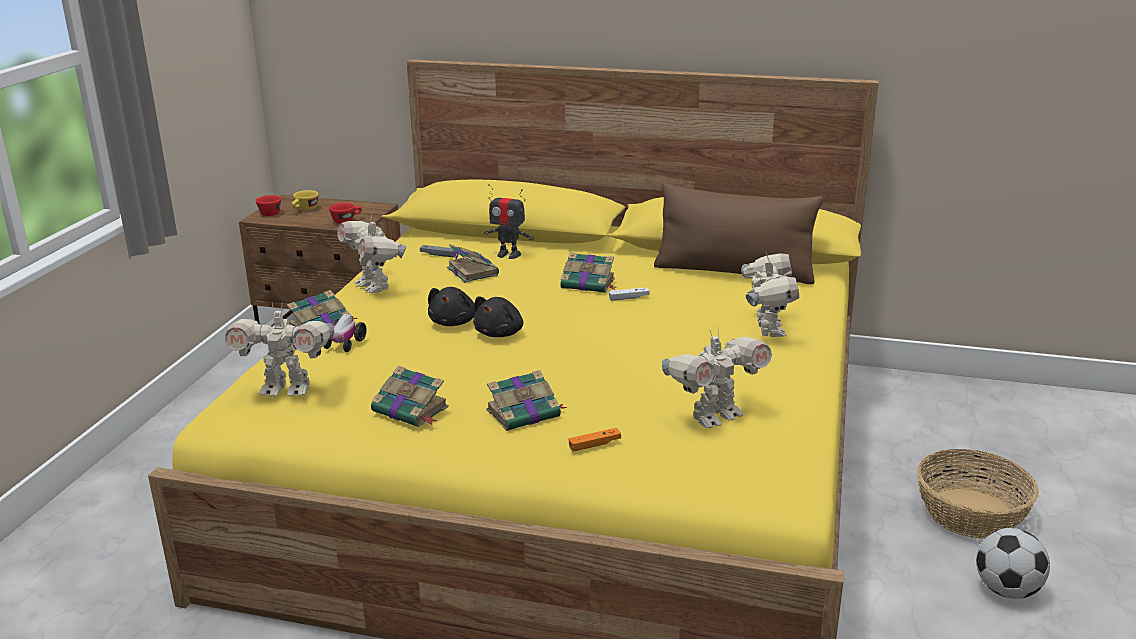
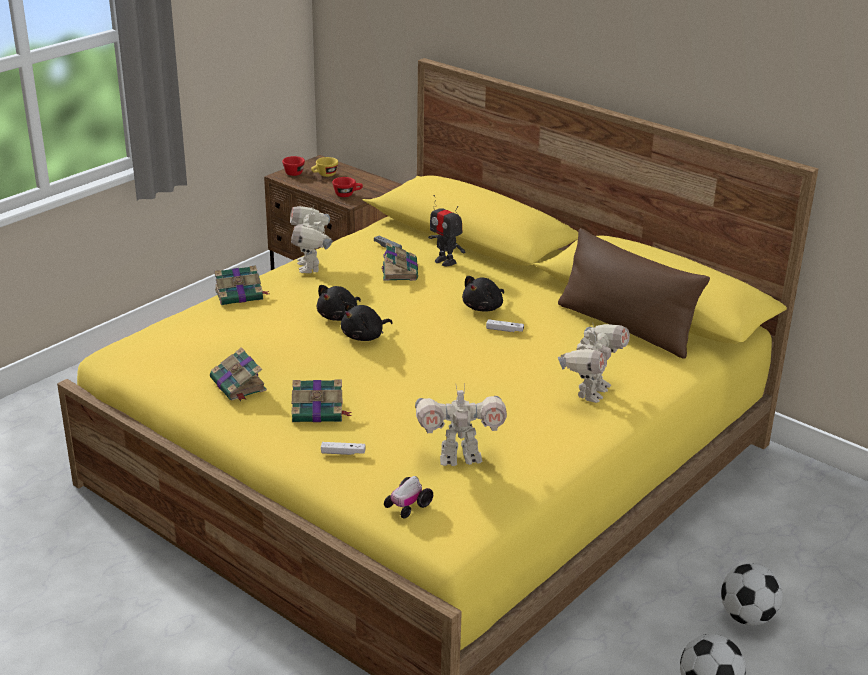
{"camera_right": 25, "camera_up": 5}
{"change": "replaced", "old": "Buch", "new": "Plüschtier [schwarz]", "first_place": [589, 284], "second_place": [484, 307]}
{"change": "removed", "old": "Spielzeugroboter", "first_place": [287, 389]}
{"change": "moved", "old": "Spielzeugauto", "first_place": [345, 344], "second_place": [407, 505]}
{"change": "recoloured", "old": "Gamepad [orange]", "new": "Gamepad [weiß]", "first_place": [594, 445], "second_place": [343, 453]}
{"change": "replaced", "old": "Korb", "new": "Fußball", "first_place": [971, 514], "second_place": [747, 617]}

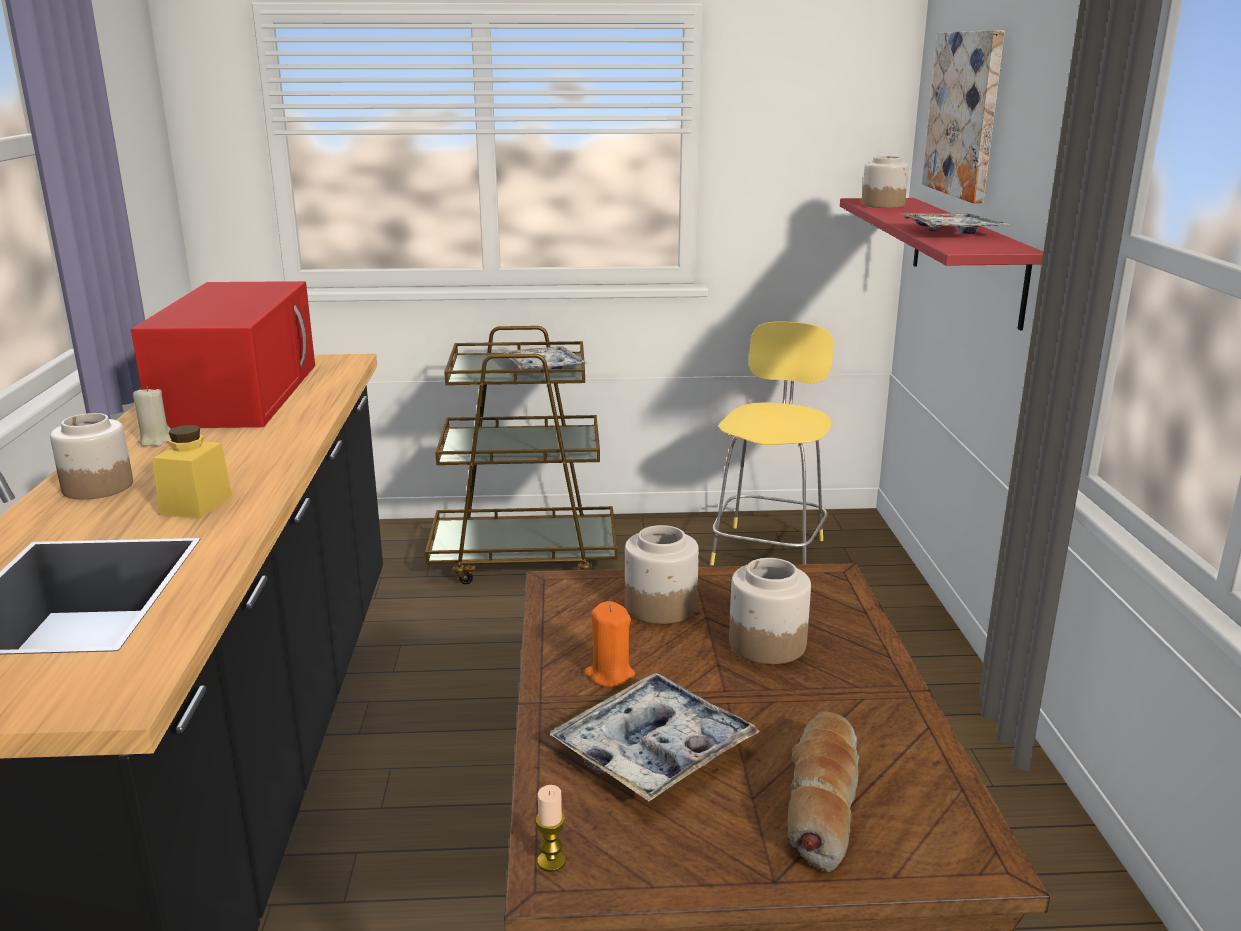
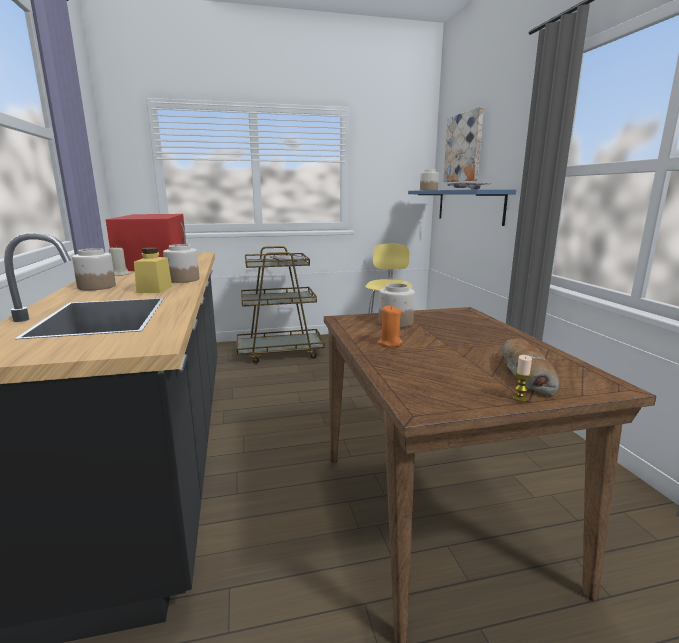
{"camera_right": -10, "camera_up": -5}
{"change": "recoloured", "old": "Wandregal [rot]", "new": "Wandregal [blau]", "first_place": [966, 257], "second_place": [469, 206]}
{"change": "moved", "old": "Vorratsglas", "first_place": [766, 643], "second_place": [182, 279]}
{"change": "removed", "old": "Tablett", "first_place": [653, 750]}
{"change": "moved", "old": "Kerze", "first_place": [551, 861], "second_place": [520, 398]}

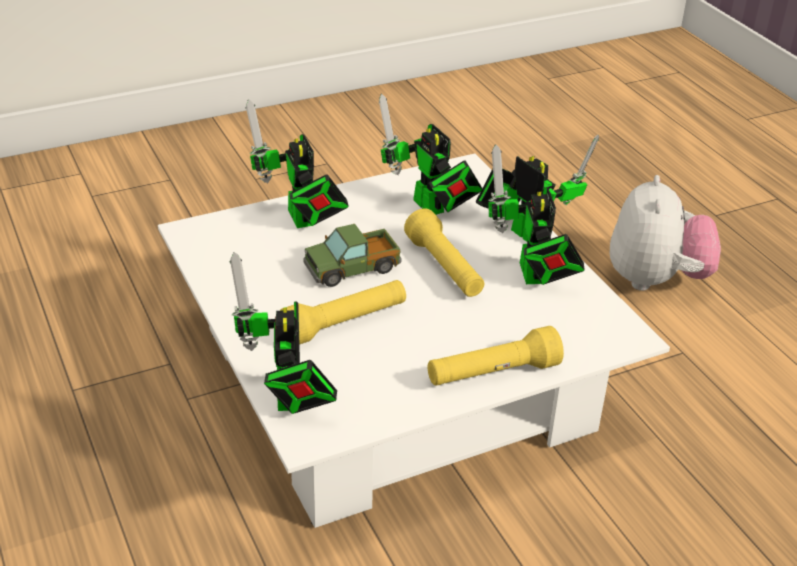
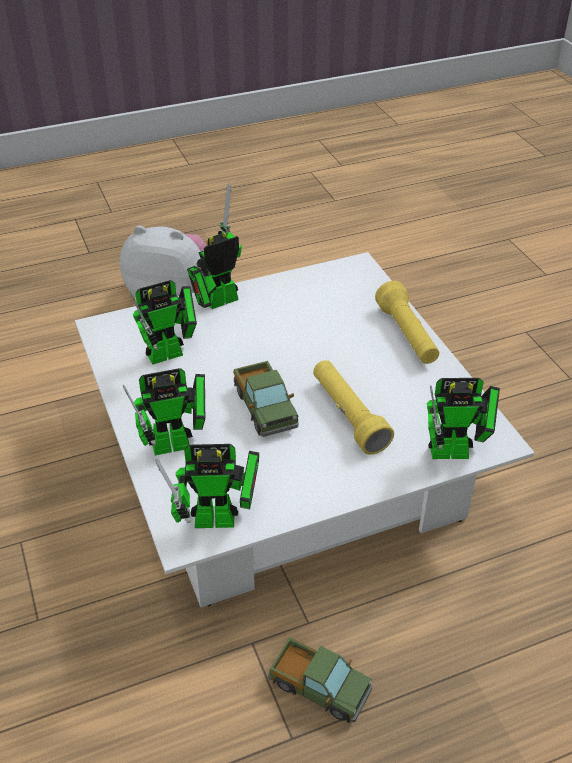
{"camera_right": -85, "camera_up": 5}
{"change": "moved", "old": "Spielzeugroboter", "first_place": [532, 277], "second_place": [222, 520]}
{"change": "removed", "old": "Taschenlampe [gelb]", "first_place": [445, 268]}
{"change": "added", "new": "Spielzeuglaster", "second_place": [319, 687]}

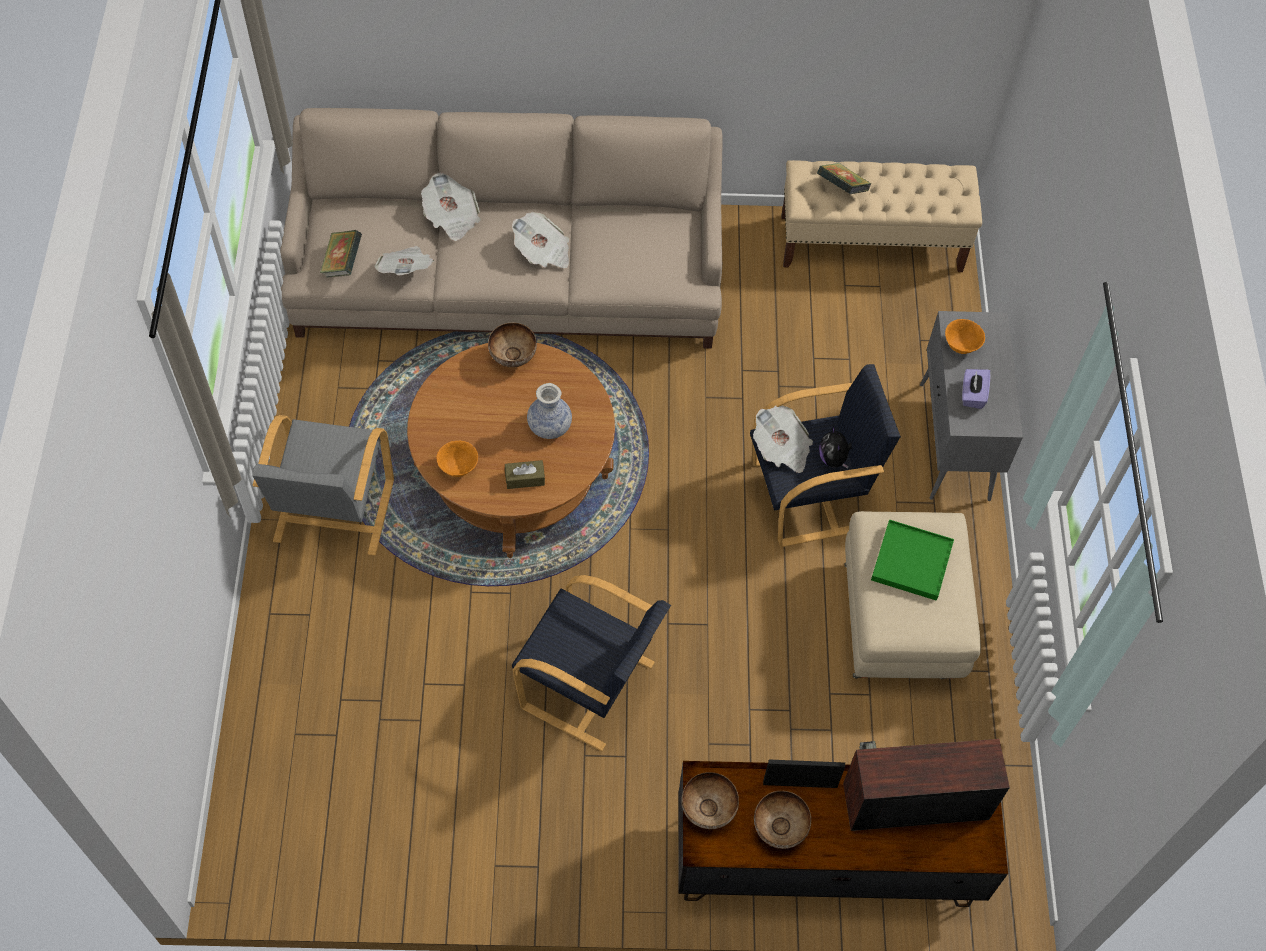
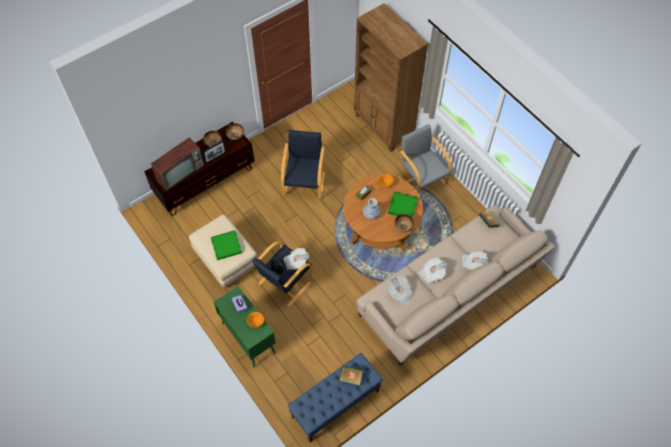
{"camera_right": 145, "camera_up": 0}
{"change": "recoloured", "old": "Bank [beige]", "new": "Bank [blau]", "first_place": [871, 243], "second_place": [335, 404]}
{"change": "moved", "old": "Zeitung", "first_place": [406, 270], "second_place": [400, 293]}
{"change": "recoloured", "old": "Schrank [grau]", "new": "Schrank [grün]", "first_place": [954, 443], "second_place": [248, 337]}
{"change": "turned", "old": "Sessel [schwarz]", "first_place": [590, 687], "second_place": [304, 183], "degrees": 105}
{"change": "added", "new": "Bücherregal [braun]", "second_place": [383, 127]}
{"change": "added", "new": "Tablett [grün]", "second_place": [402, 206]}

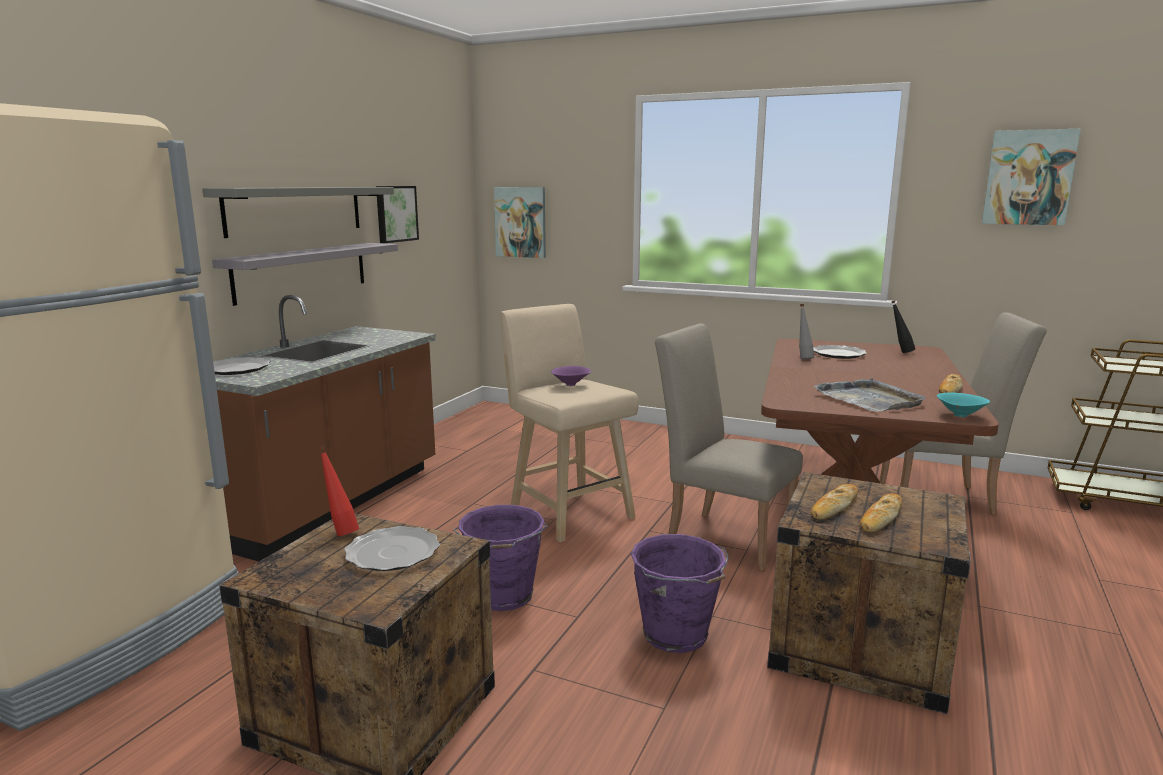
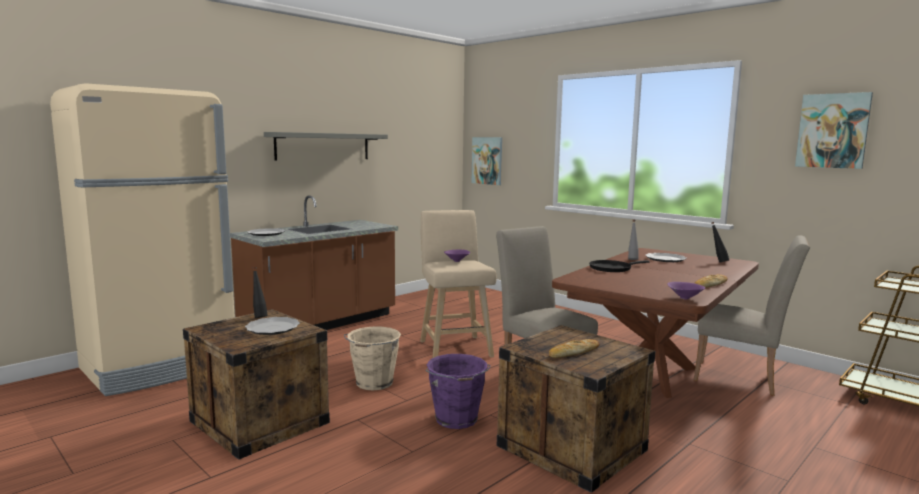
{"camera_right": 20, "camera_up": -5}
{"change": "removed", "old": "Bild", "first_place": [395, 213]}
{"change": "removed", "old": "Wandregal [grau]", "first_place": [302, 271]}
{"change": "removed", "old": "Tablett [grau]", "first_place": [869, 399]}
{"change": "recoloured", "old": "Schüssel [türkis]", "new": "Schüssel [lila]", "first_place": [960, 416], "second_place": [684, 298]}
{"change": "recoloured", "old": "Flasche [rot]", "new": "Flasche [schwarz]", "first_place": [340, 532], "second_place": [259, 317]}
{"change": "removed", "old": "Brot", "first_place": [834, 506]}
{"change": "recoloured", "old": "Eimer [lila]", "new": "Eimer [beige]", "first_place": [503, 597], "second_place": [373, 383]}
{"change": "added", "new": "Pfanne [schwarz]", "second_place": [612, 268]}

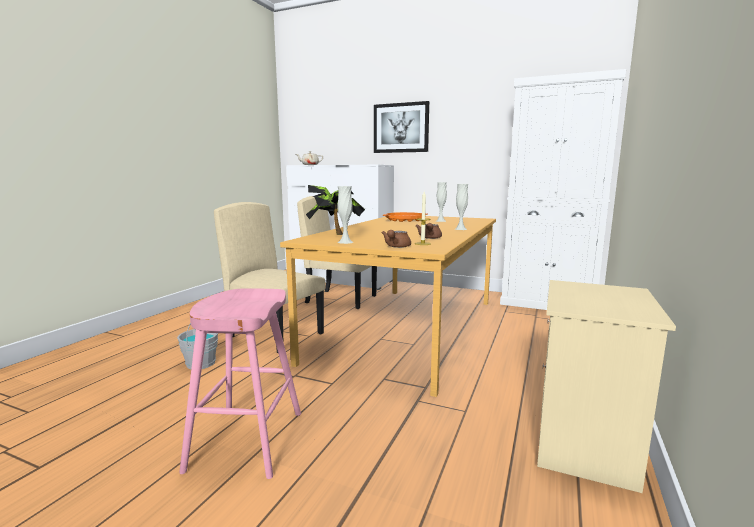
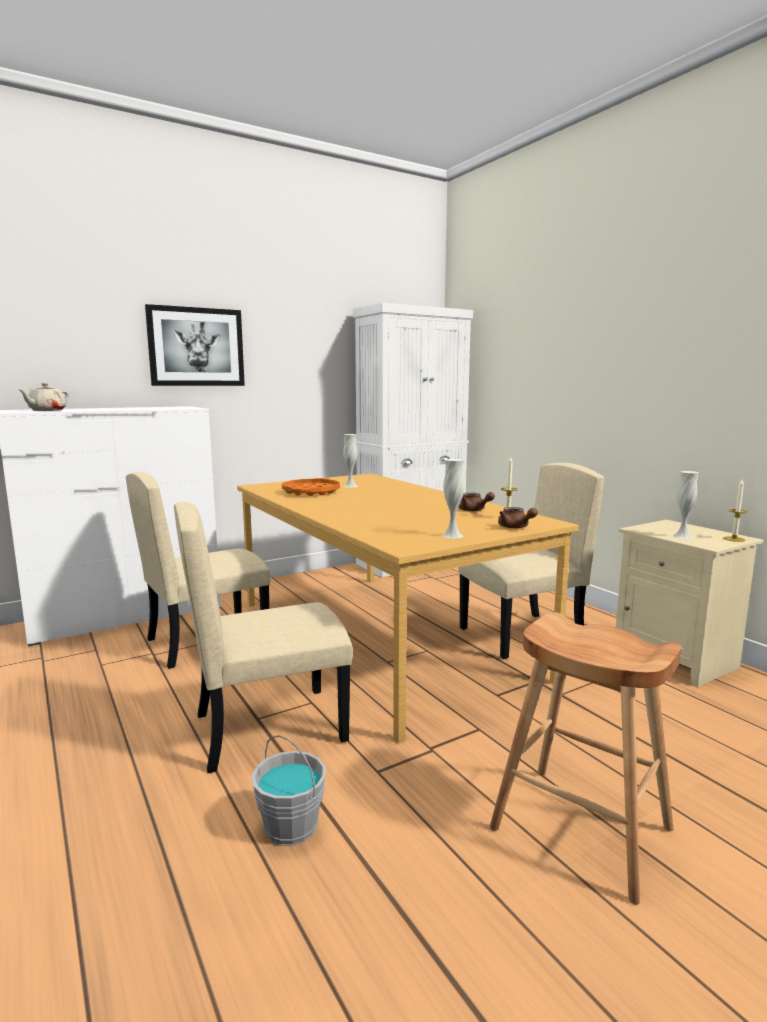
{"camera_right": -55, "camera_up": 0}
{"change": "moved", "old": "Vase [weiß]", "first_place": [460, 229], "second_place": [682, 536]}
{"change": "removed", "old": "Topfpflanze", "first_place": [335, 233]}
{"change": "recoloured", "old": "Hocker [rosa]", "new": "Hocker [braun]", "first_place": [246, 441], "second_place": [582, 829]}
{"change": "added", "new": "Stuhl [beige]", "second_place": [521, 635]}
{"change": "added", "new": "Kerze", "second_place": [734, 539]}

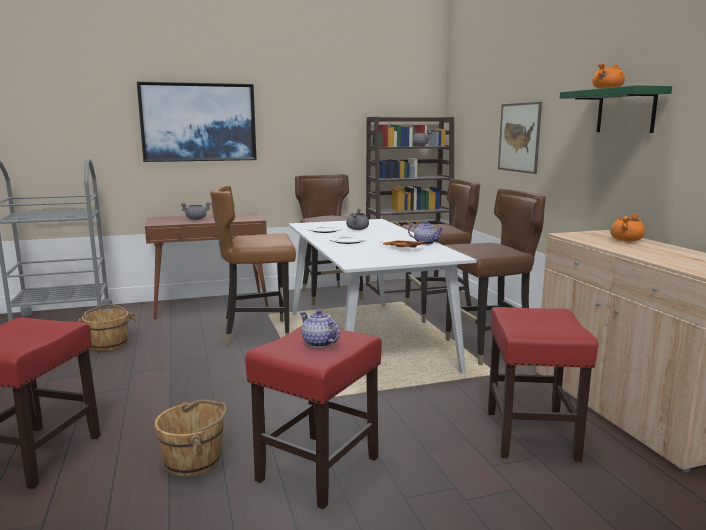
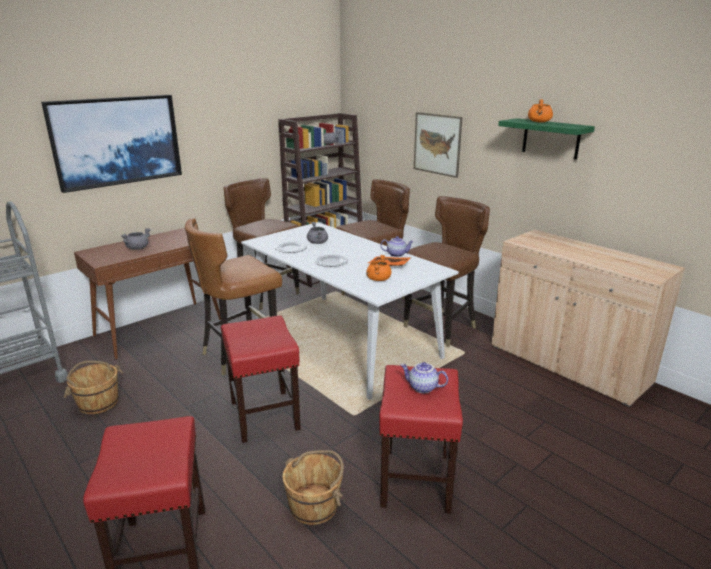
{"camera_right": -25, "camera_up": 10}
{"change": "moved", "old": "Kochtopf [orange]", "first_place": [626, 240], "second_place": [378, 279]}
{"change": "moved", "old": "Hocker [rot]", "first_place": [531, 435], "second_place": [265, 416]}

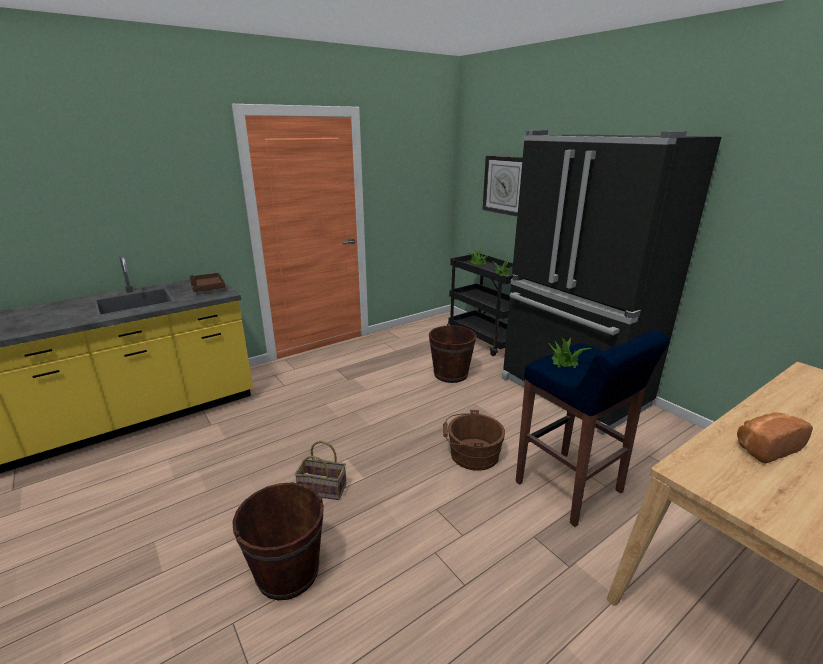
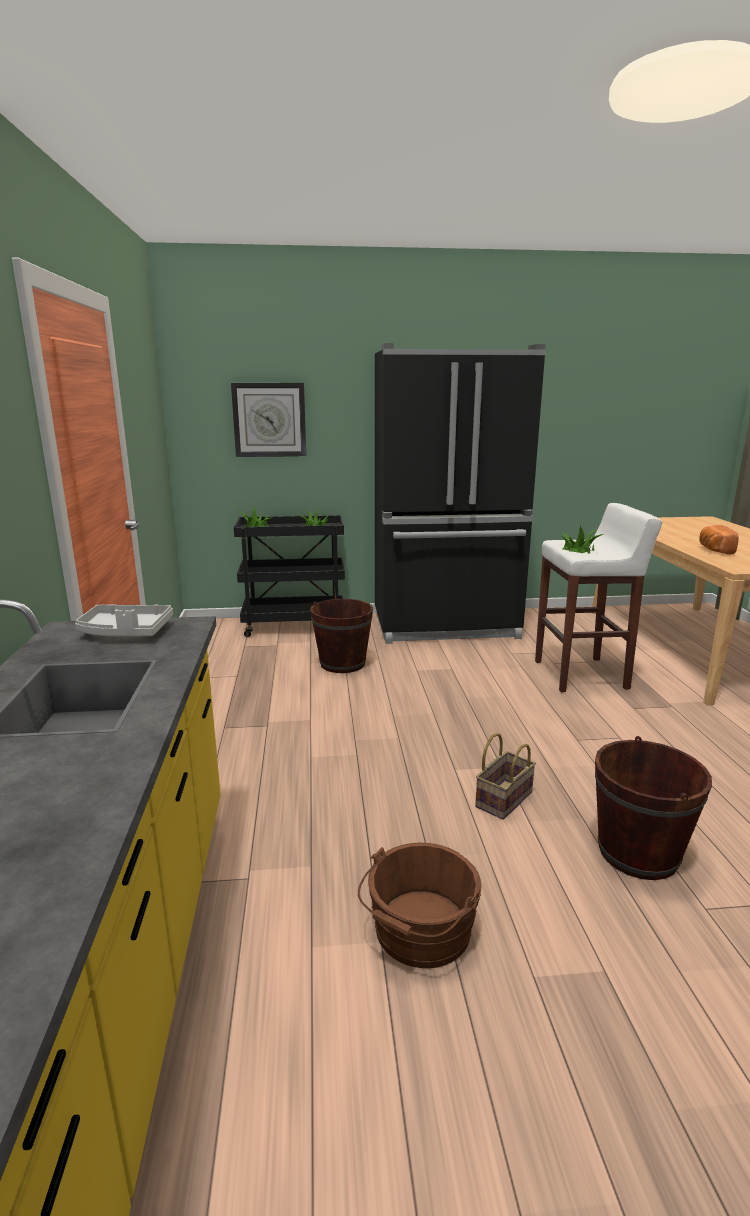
{"camera_right": -60, "camera_up": -5}
{"change": "recoloured", "old": "Tablett [braun]", "new": "Tablett [grau]", "first_place": [208, 288], "second_place": [126, 632]}
{"change": "recoloured", "old": "Hocker [blau]", "new": "Hocker [weiß]", "first_place": [569, 488], "second_place": [582, 675]}
{"change": "moved", "old": "Eimer [braun]", "first_place": [471, 454], "second_place": [419, 933]}

